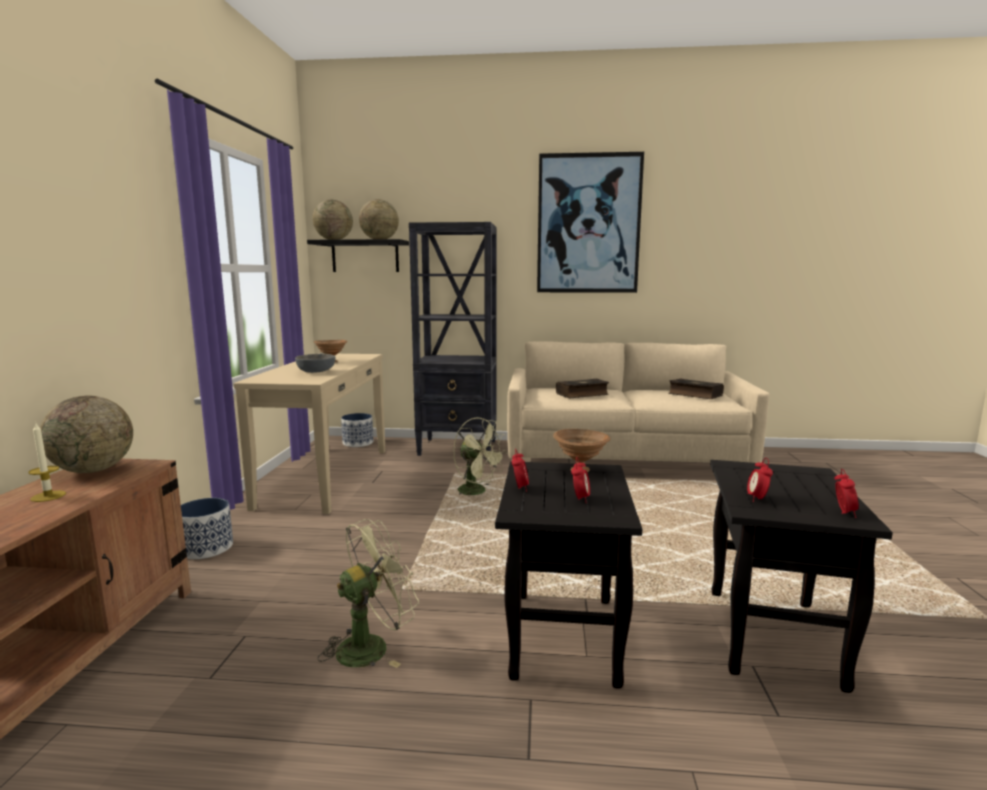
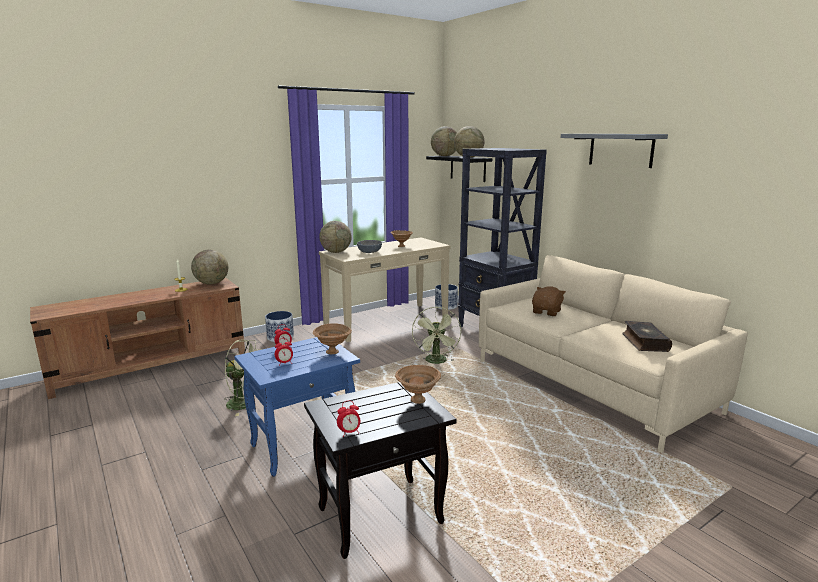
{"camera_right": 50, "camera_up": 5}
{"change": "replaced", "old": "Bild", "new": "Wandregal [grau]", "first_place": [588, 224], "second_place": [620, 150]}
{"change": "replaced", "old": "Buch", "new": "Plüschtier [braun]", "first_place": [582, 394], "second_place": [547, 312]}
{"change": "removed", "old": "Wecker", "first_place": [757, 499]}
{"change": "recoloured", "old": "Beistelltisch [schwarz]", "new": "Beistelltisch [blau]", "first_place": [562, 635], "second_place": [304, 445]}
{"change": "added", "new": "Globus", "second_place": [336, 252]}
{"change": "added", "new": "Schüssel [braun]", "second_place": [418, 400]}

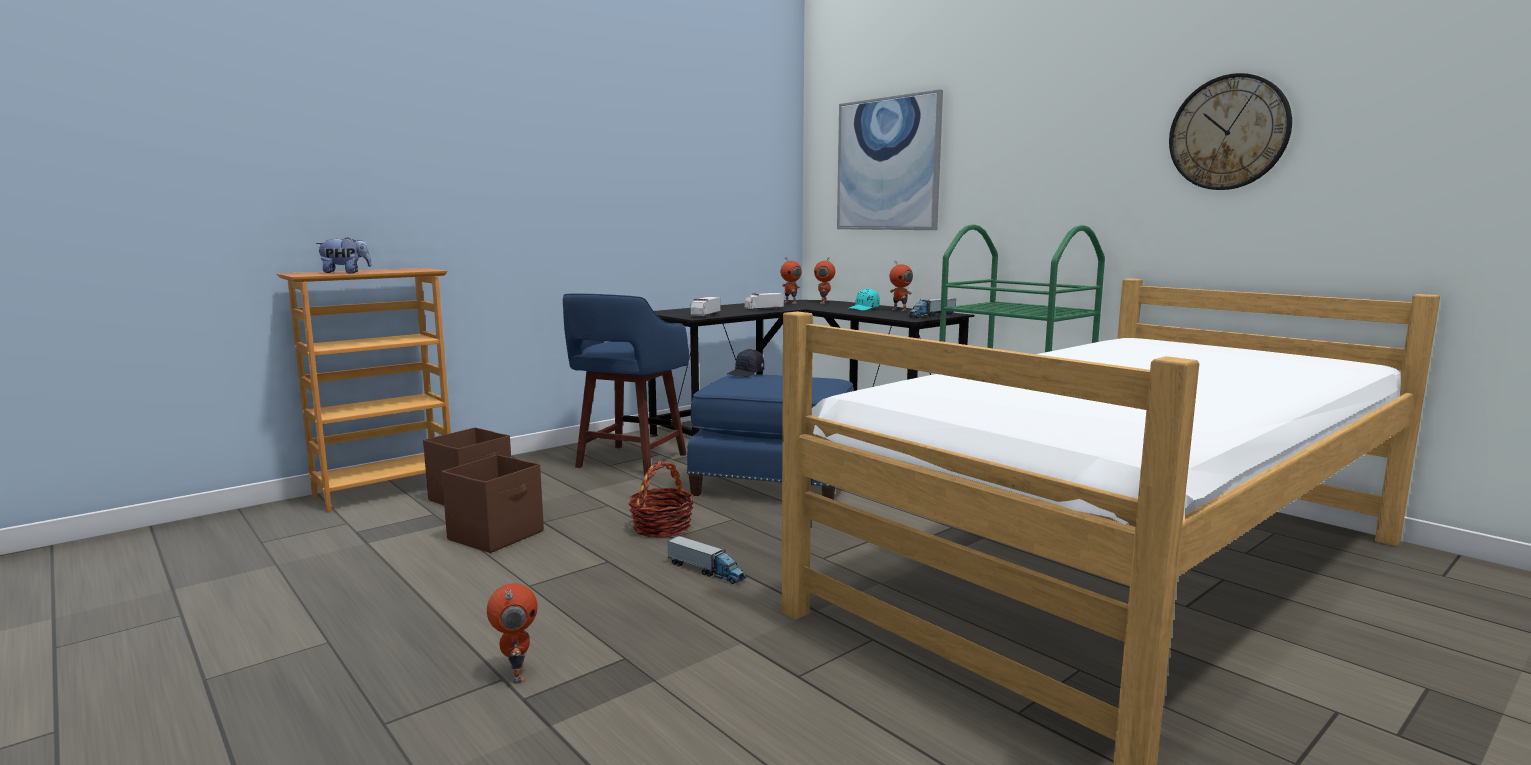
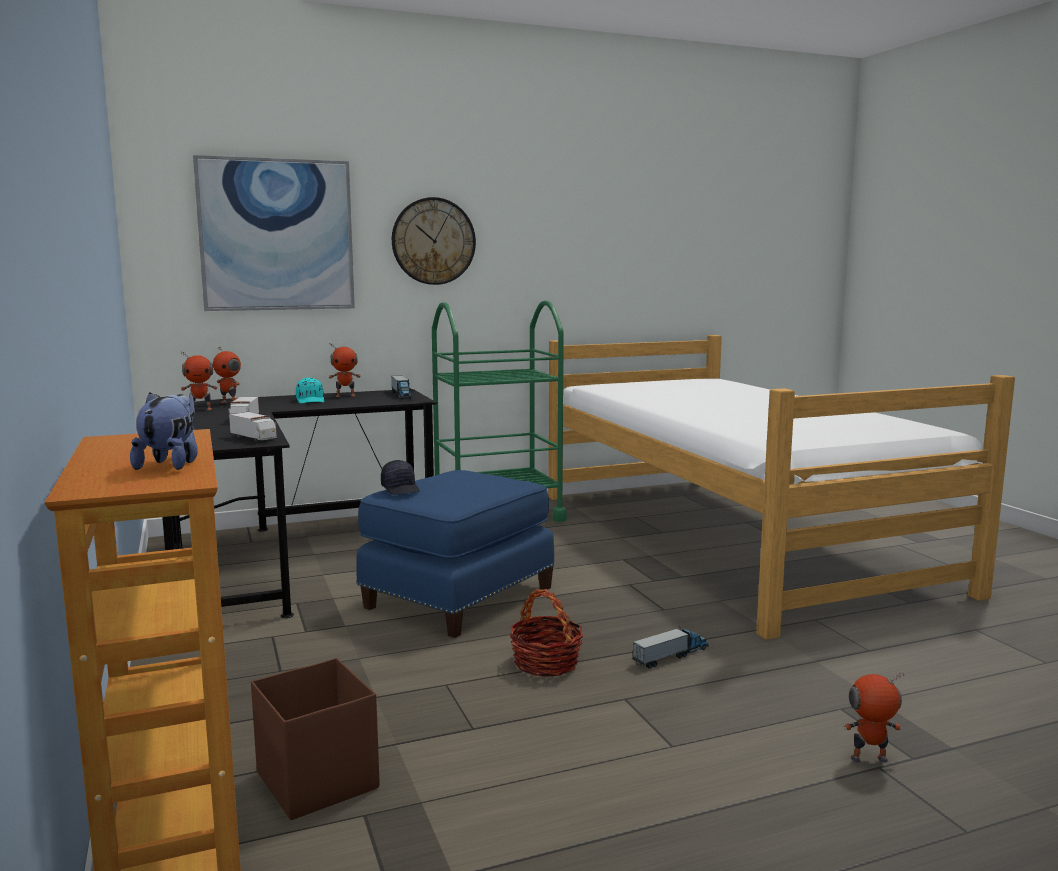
{"camera_right": -70, "camera_up": 0}
{"change": "moved", "old": "Wanduhr", "first_place": [1228, 133], "second_place": [433, 241]}
{"change": "removed", "old": "Hocker [blau]", "first_place": [630, 462]}
{"change": "removed", "old": "Aufbewahrungsbox [braun]", "first_place": [497, 535]}

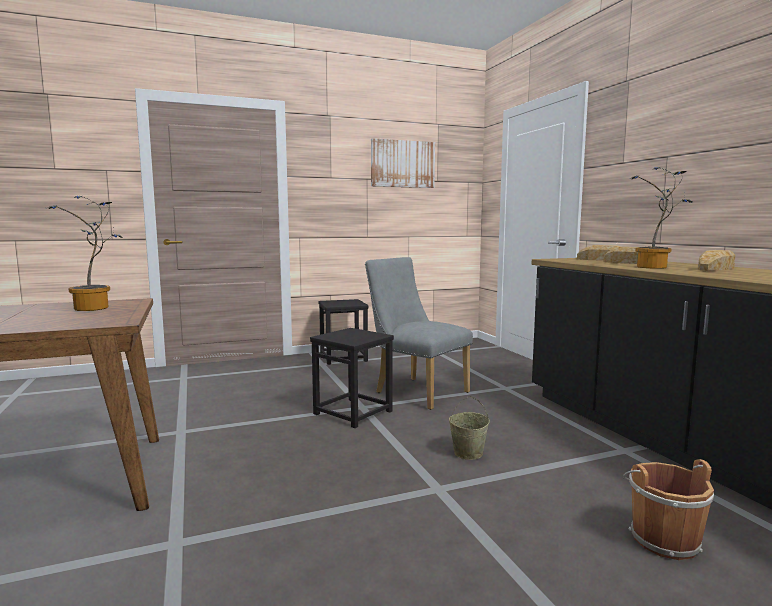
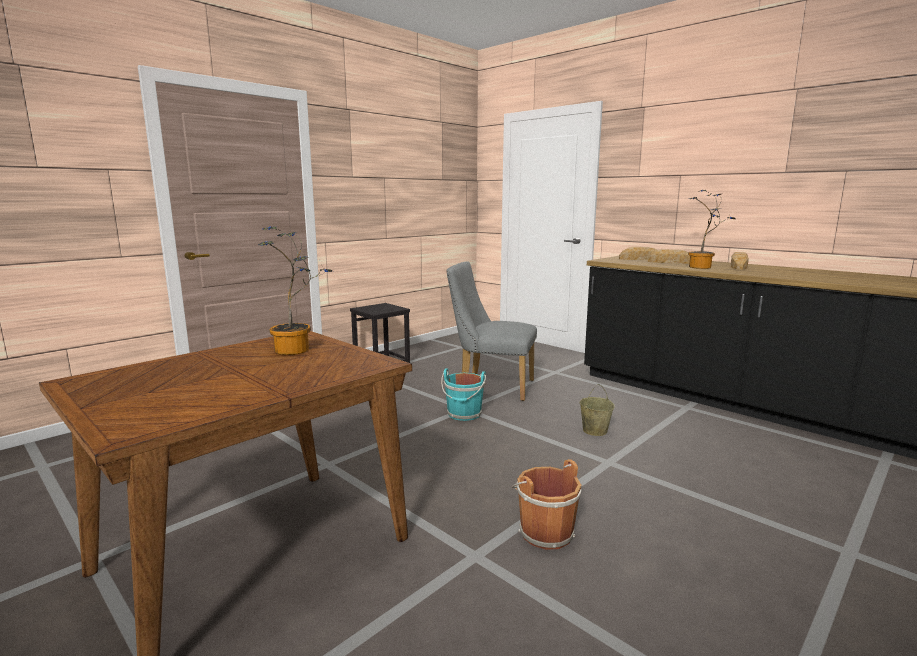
{"camera_right": -25, "camera_up": 5}
{"change": "removed", "old": "Bild", "first_place": [402, 164]}
{"change": "replaced", "old": "Hocker [schwarz]", "new": "Eimer [türkis]", "first_place": [353, 412], "second_place": [464, 414]}
{"change": "moved", "old": "Eimer [braun]", "first_place": [662, 539], "second_place": [544, 532]}

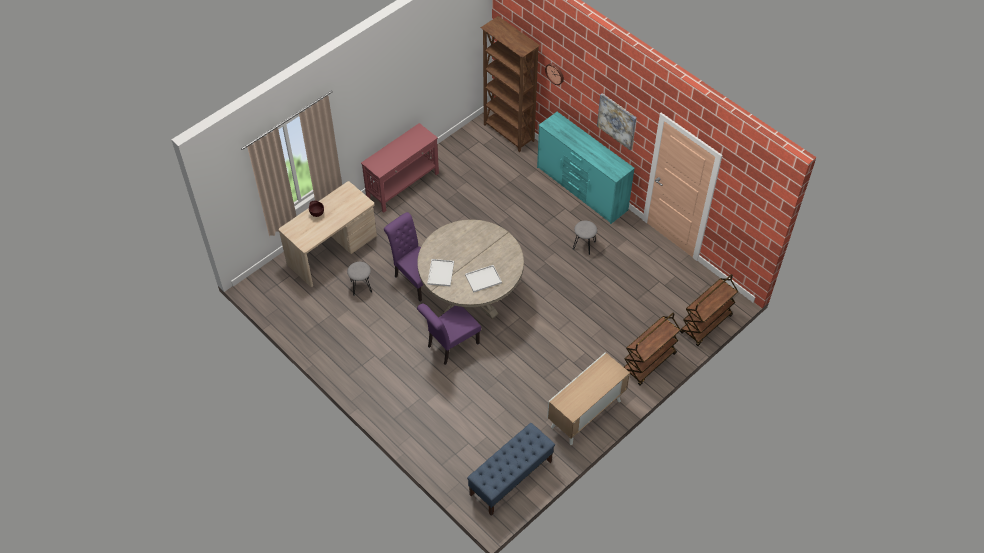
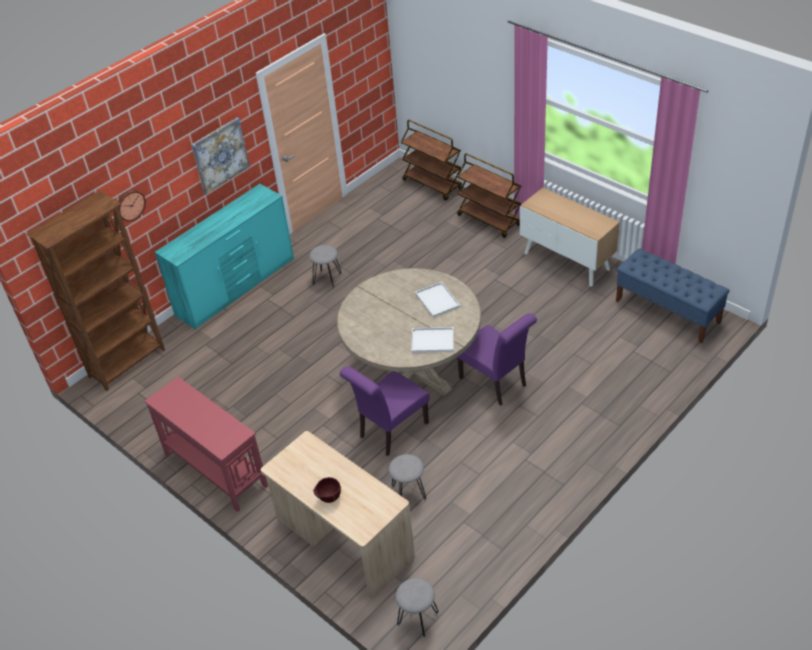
{"camera_right": -90, "camera_up": -10}
{"change": "added", "new": "Hocker [grau]", "second_place": [417, 618]}

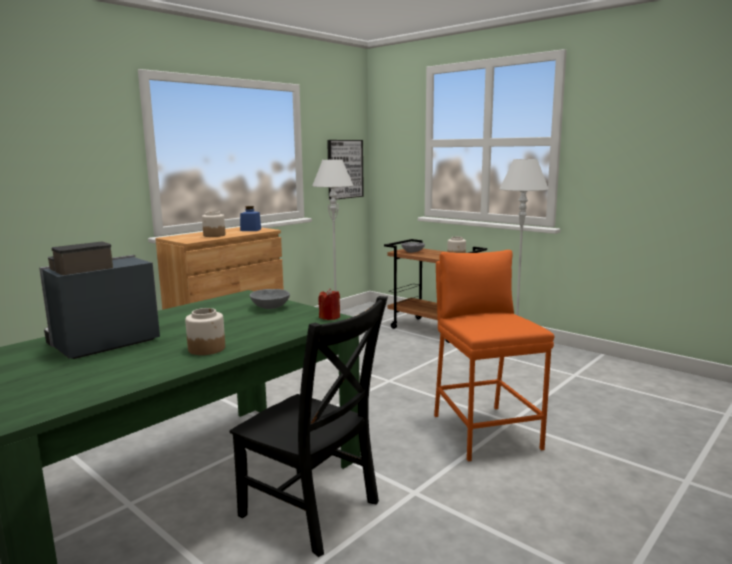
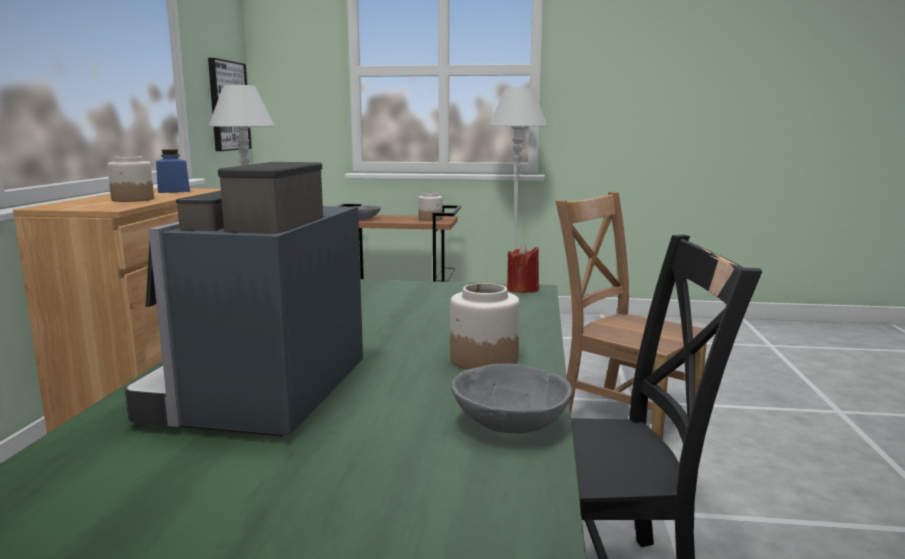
{"camera_right": -35, "camera_up": 0}
{"change": "replaced", "old": "Hocker [orange]", "new": "Stuhl [braun]", "first_place": [485, 431], "second_place": [623, 418]}
{"change": "moved", "old": "Schüssel [grau]", "first_place": [269, 307], "second_place": [508, 425]}

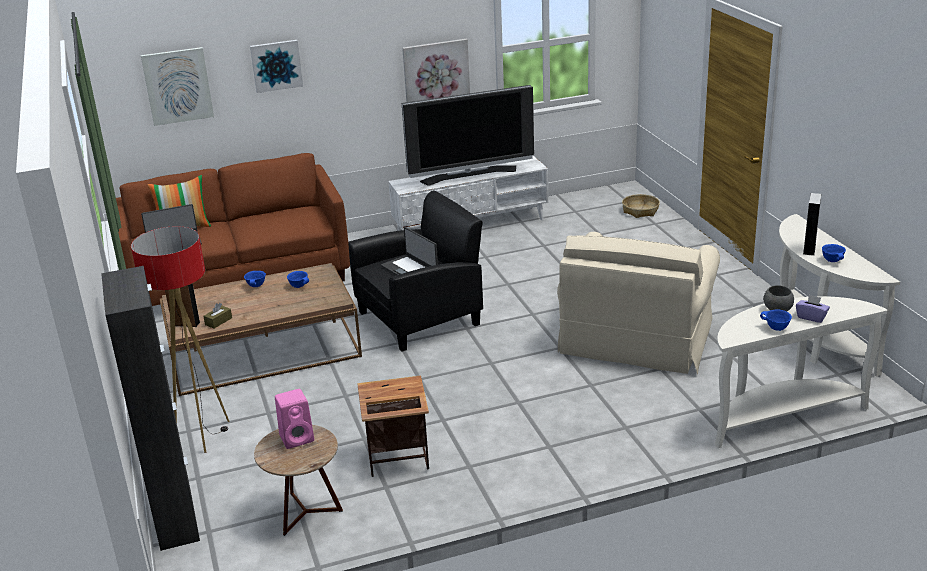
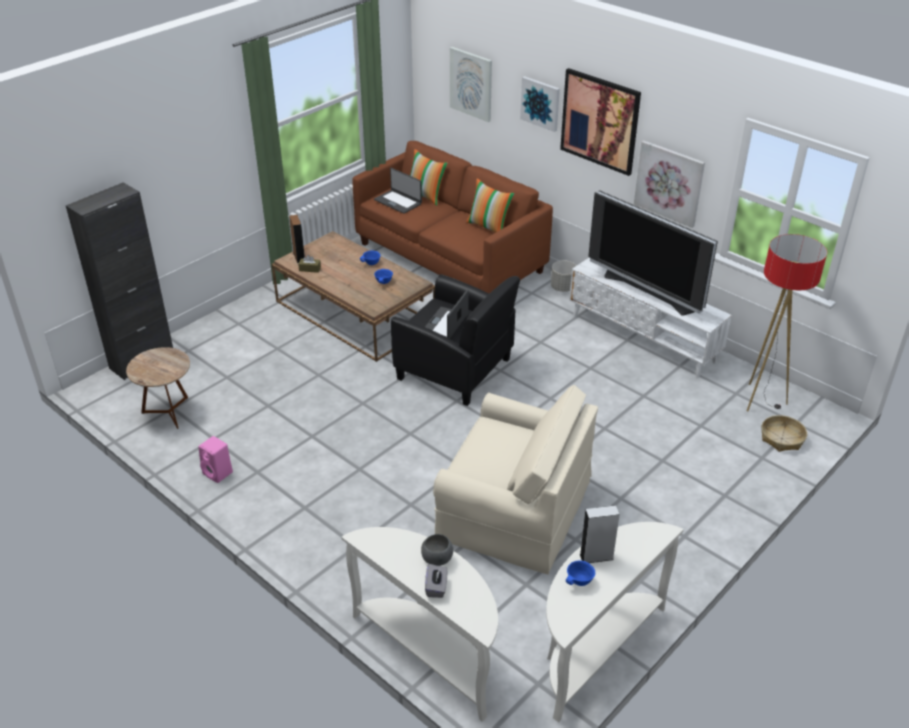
{"camera_right": 60, "camera_up": 10}
{"change": "moved", "old": "Stehlampe", "first_place": [203, 435], "second_place": [761, 400]}
{"change": "turned", "old": "Sessel [beige]", "first_place": [636, 336], "second_place": [514, 510], "degrees": -150}
{"change": "recoloured", "old": "Taschentuchbox [lila]", "new": "Taschentuchbox [grau]", "first_place": [811, 317], "second_place": [436, 587]}
{"change": "removed", "old": "Schüssel [blau]", "first_place": [776, 328]}
{"change": "removed", "old": "Beistelltisch", "first_place": [396, 459]}
{"change": "moved", "old": "Lautsprecher [rosa]", "first_place": [298, 438], "second_place": [218, 473]}
{"change": "added", "new": "Bild", "second_place": [600, 121]}
{"change": "added", "new": "Kissen", "second_place": [489, 227]}
{"change": "added", "new": "Pflanzkübel [grau]", "second_place": [563, 287]}

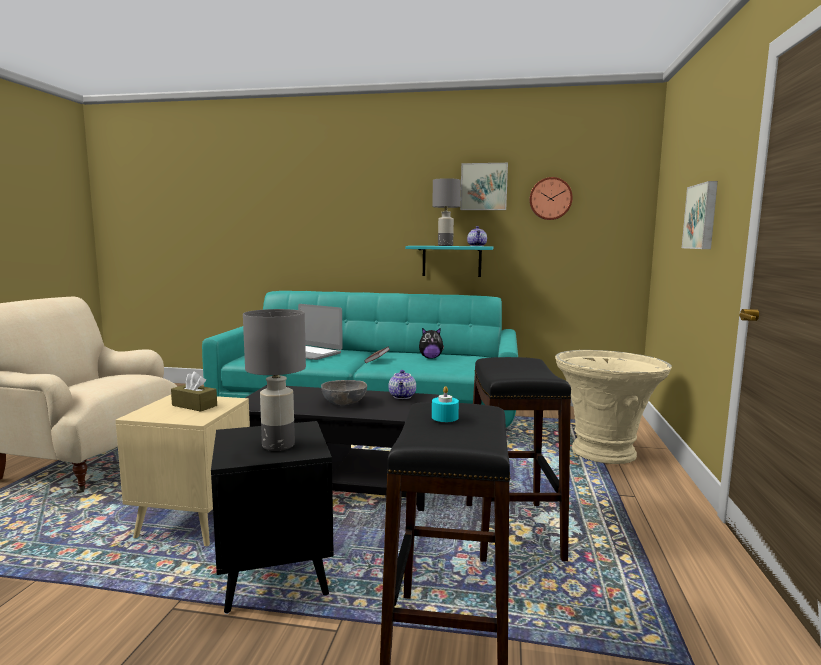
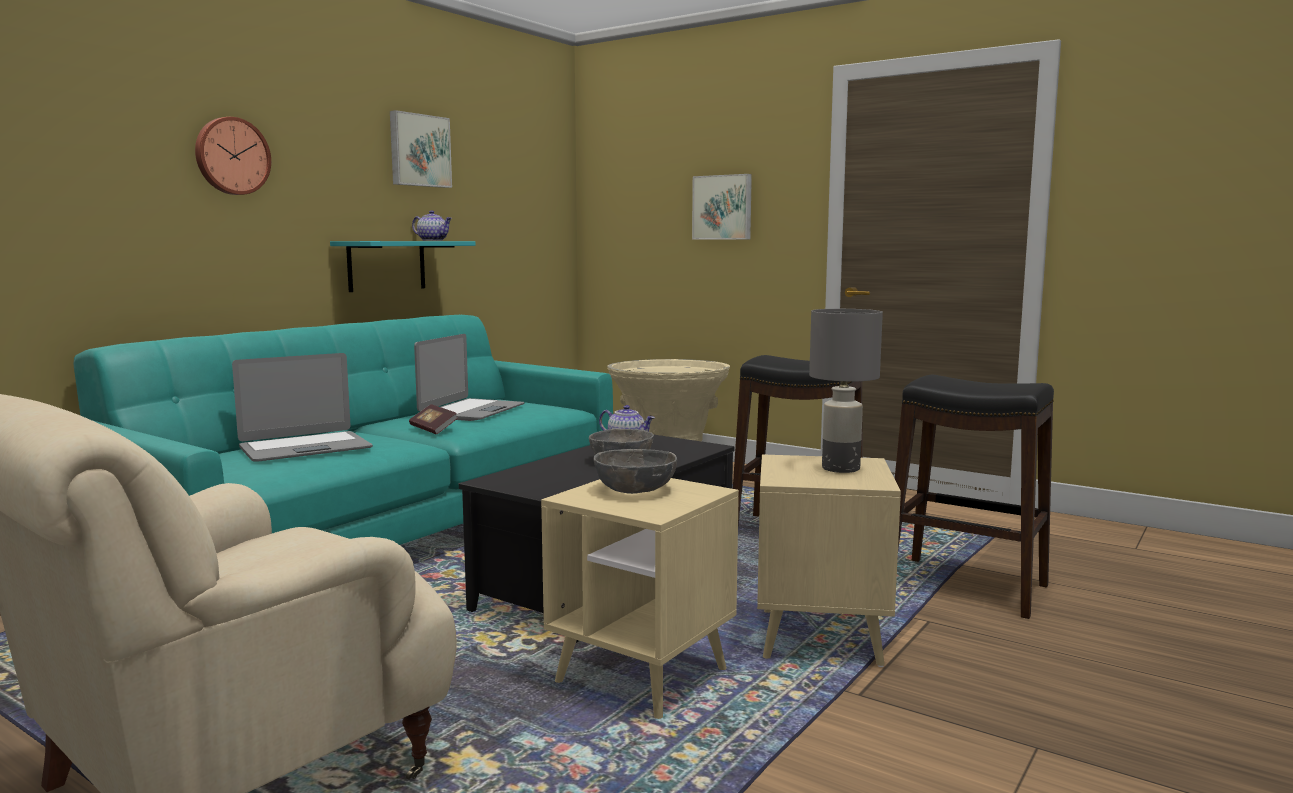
{"camera_right": -65, "camera_up": 0}
{"change": "moved", "old": "Wanduhr", "first_place": [550, 198], "second_place": [231, 156]}
{"change": "removed", "old": "Tischlampe [grau]", "first_place": [445, 245]}
{"change": "replaced", "old": "Plüschtier", "new": "Laptop", "first_place": [430, 358], "second_place": [471, 411]}
{"change": "replaced", "old": "Taschentuchbox [braun]", "new": "Schüssel [grau]", "first_place": [194, 405], "second_place": [635, 490]}
{"change": "removed", "old": "Kerze [türkis]", "first_place": [445, 417]}
{"change": "recoloured", "old": "Beistelltisch [schwarz]", "new": "Beistelltisch [beige]", "first_place": [275, 576], "second_place": [820, 637]}

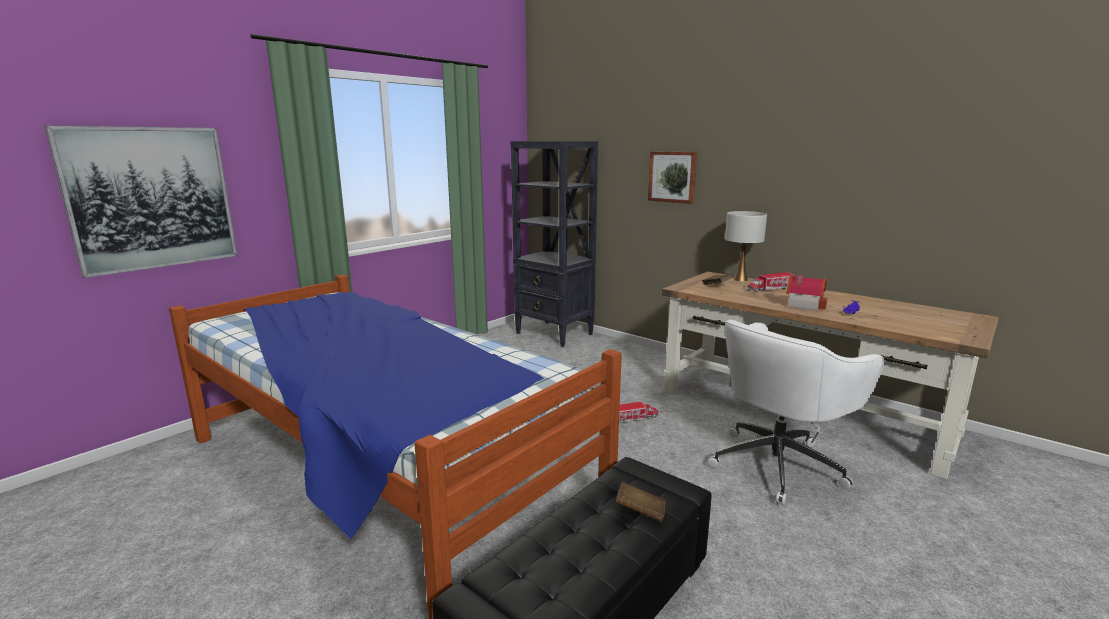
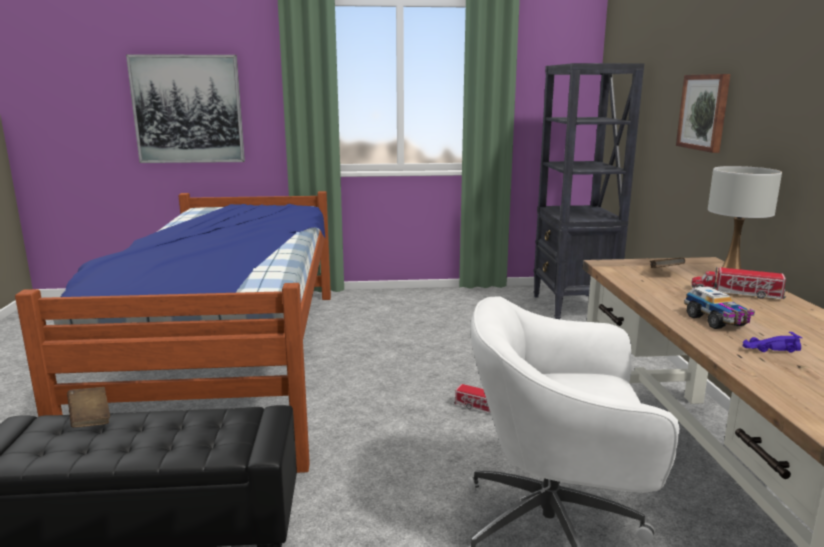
{"camera_right": 45, "camera_up": 0}
{"change": "replaced", "old": "Spielzeughaus", "new": "Spielzeuglaster", "first_place": [803, 305], "second_place": [716, 321]}
{"change": "moved", "old": "Buch [braun]", "first_place": [640, 513], "second_place": [90, 418]}

